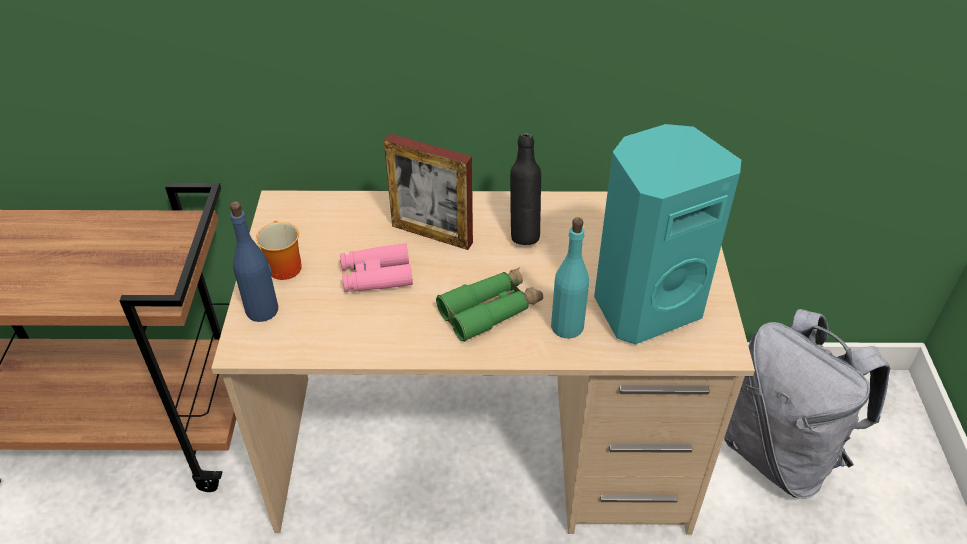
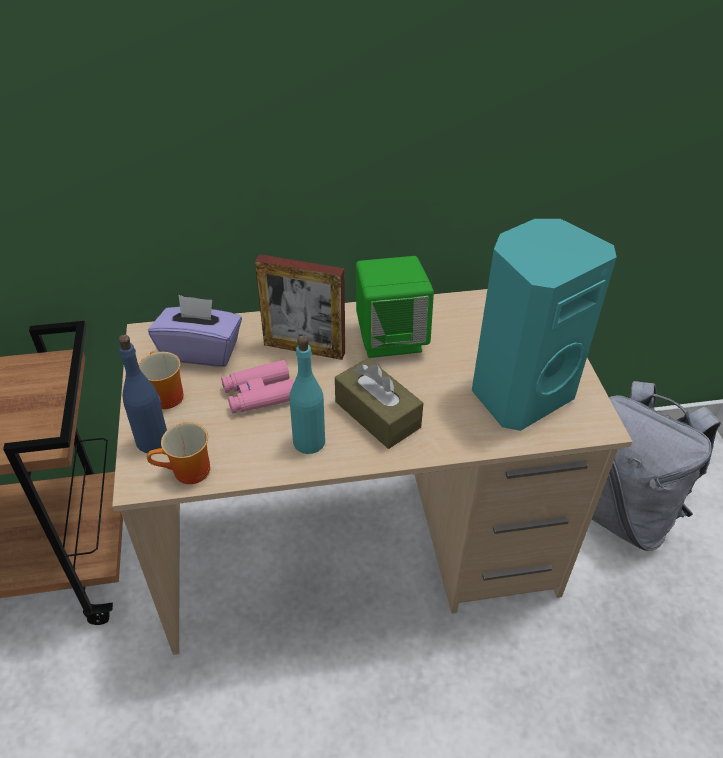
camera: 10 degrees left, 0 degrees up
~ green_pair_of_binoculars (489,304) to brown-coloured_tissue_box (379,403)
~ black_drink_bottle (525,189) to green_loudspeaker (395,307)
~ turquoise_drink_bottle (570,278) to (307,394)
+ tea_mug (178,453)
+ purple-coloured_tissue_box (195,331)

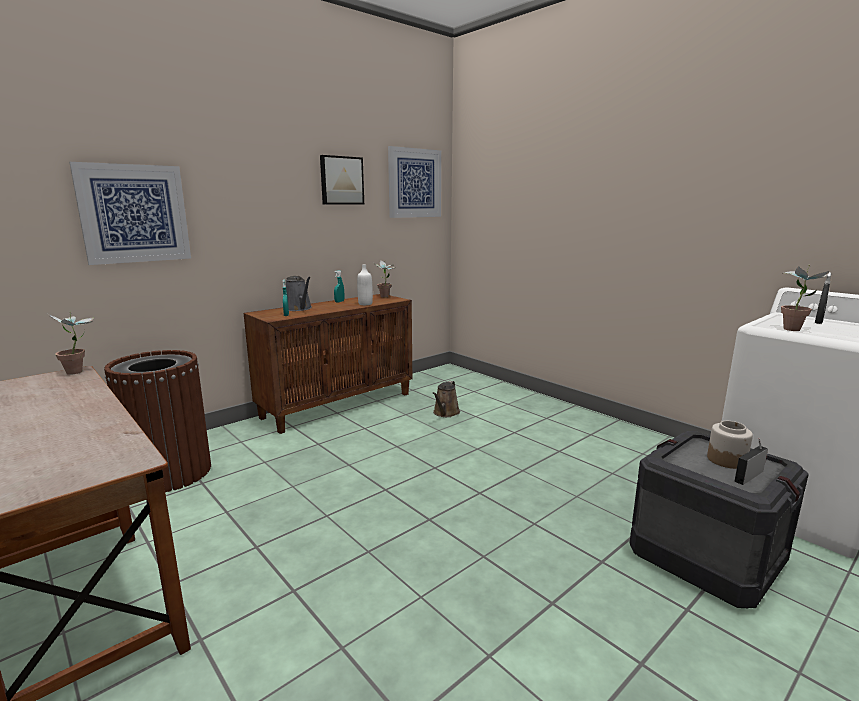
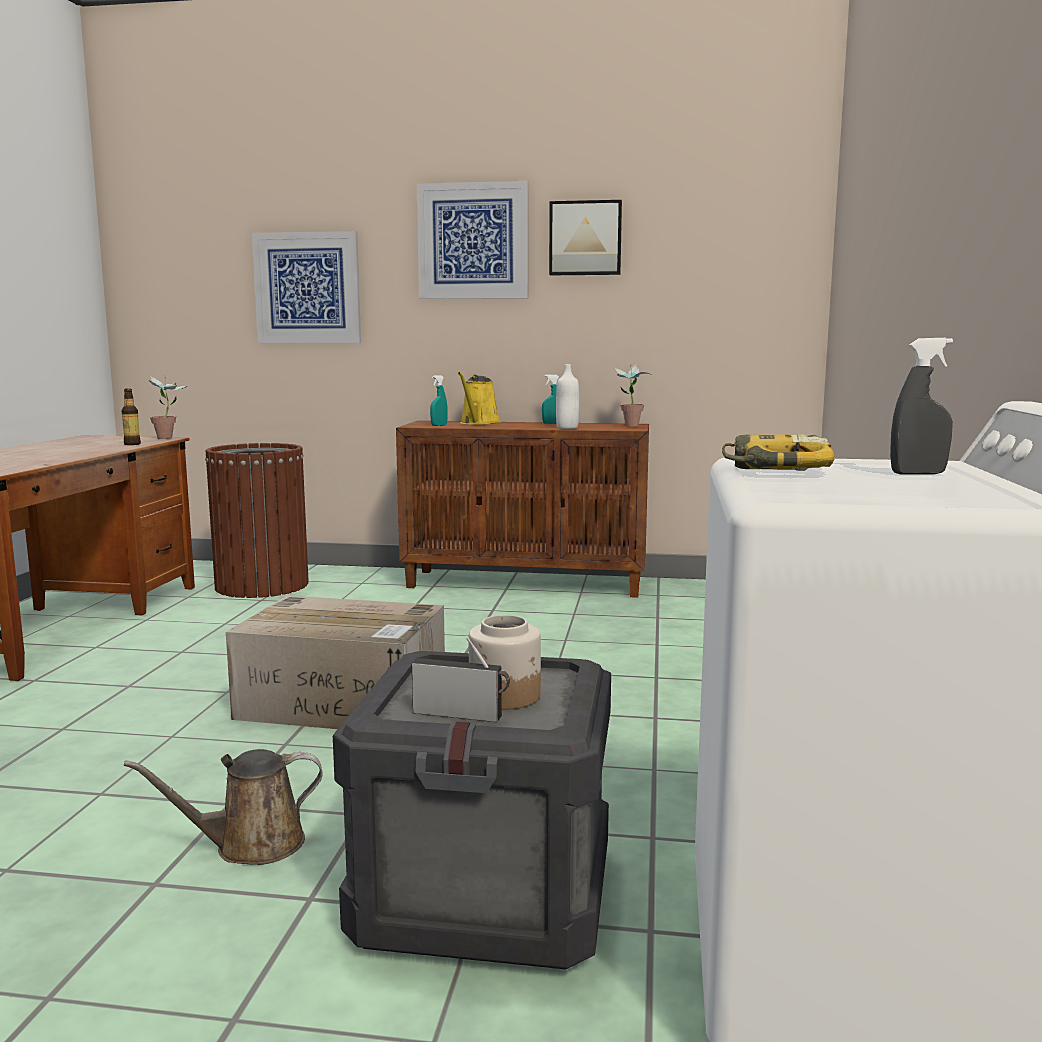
camera: 50 degrees right, 5 degrees down
~ gray_watering_can (299,293) to yellow-coloured_watering_can (479,398)
~ picture (414,182) to (472,240)
~ brown-coloured_watering_can (446,399) to (223,807)
~ plant_in_a_pot (805,298) to electric_drill (778,452)
+ drink_bottle (131,416)
+ carton (335,662)

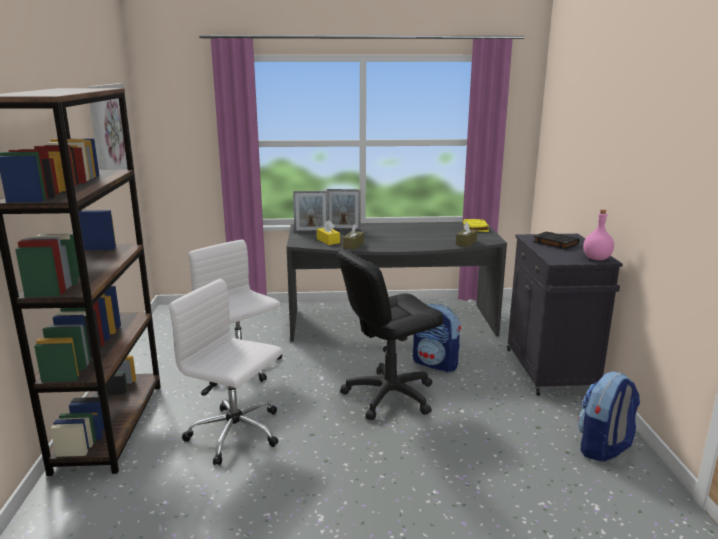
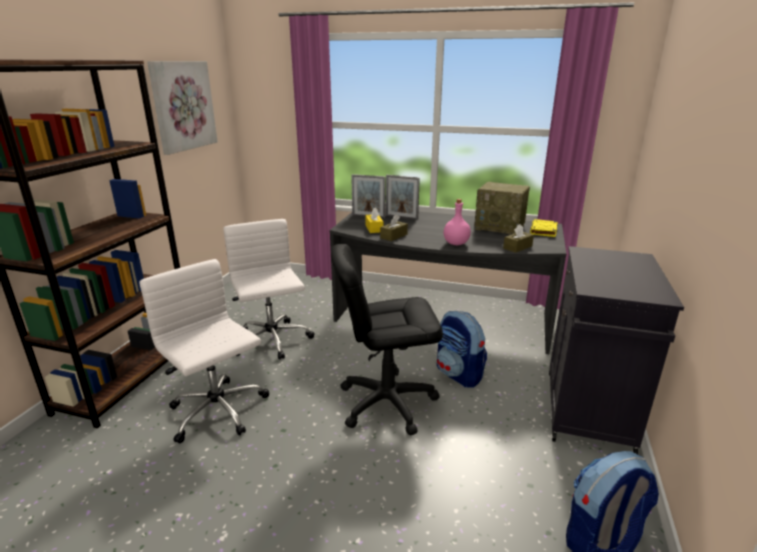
camera: 20 degrees right, 5 degrees up
- black_volume (556,241)
~ pink-coloured_drink_bottle (598,234) to (457,222)
+ radio (502,208)

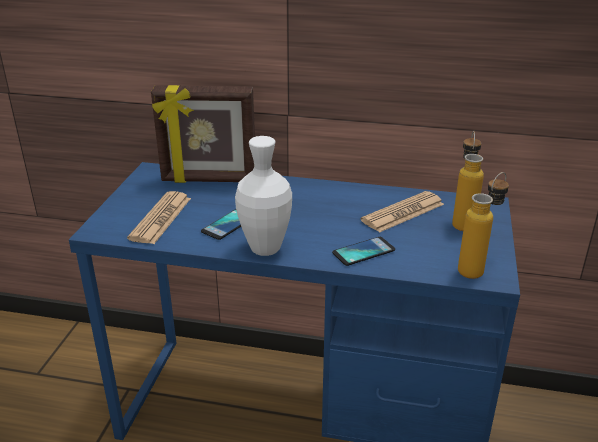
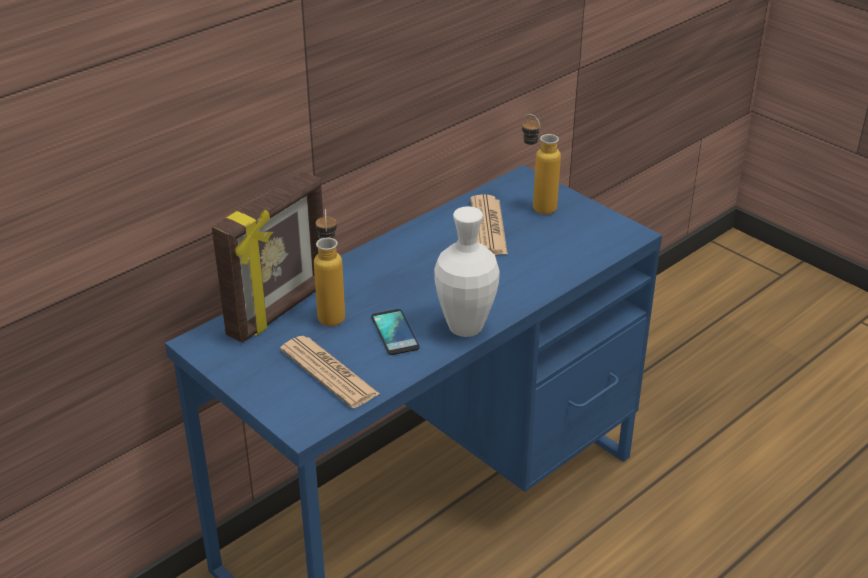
camera: 55 degrees left, 5 degrees up
- phone (363,251)
~ drink_bottle (483,225) to (329,267)

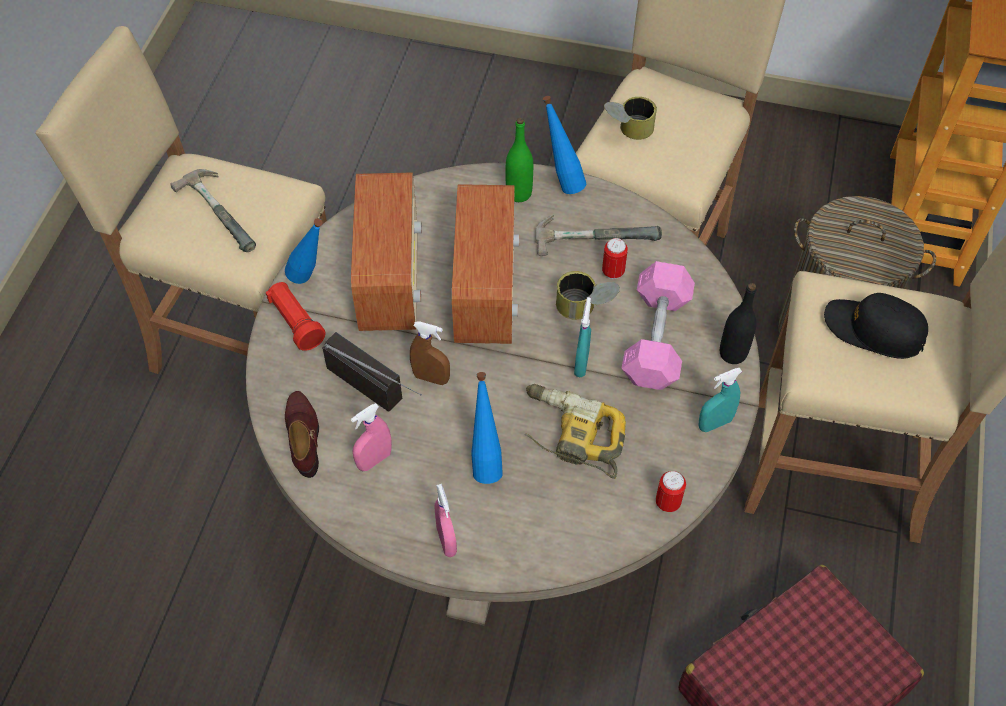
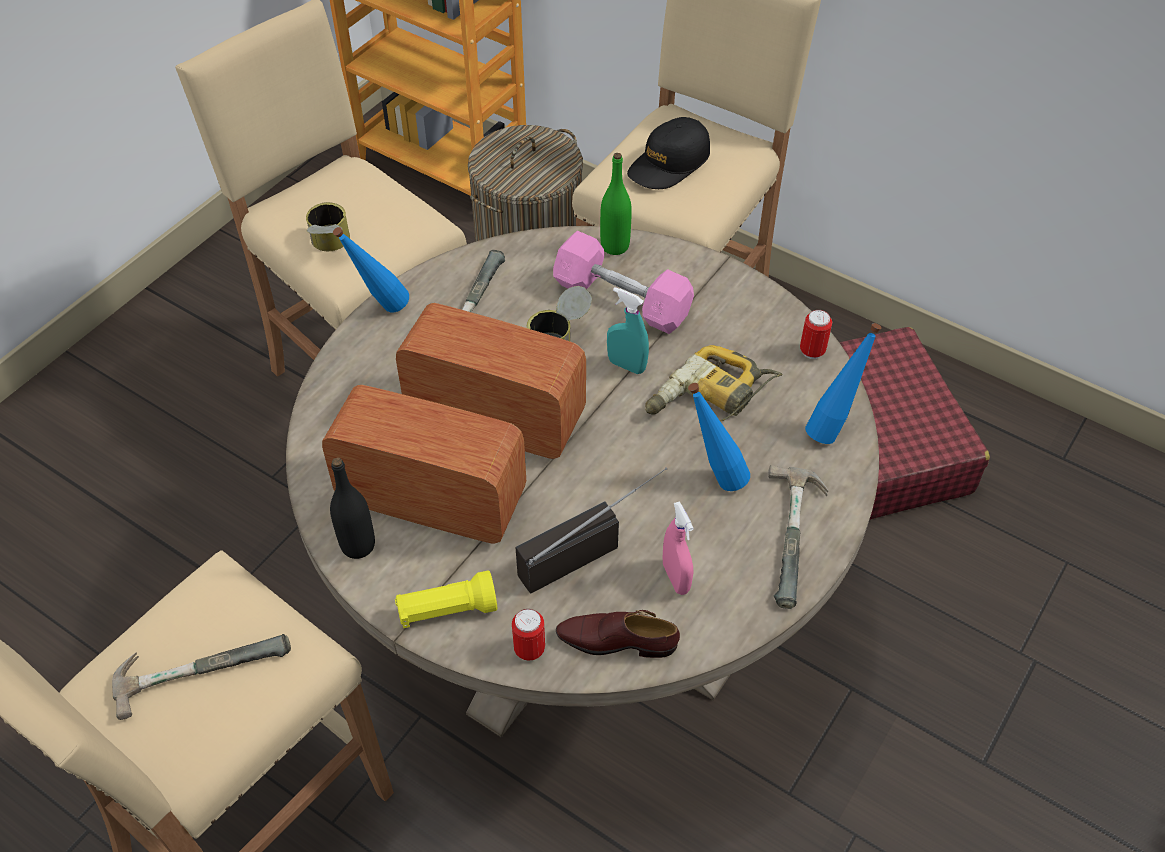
camera: 70 degrees left, 5 degrees down
~ reddish_hand_torch (296,316) to yellow-coloured_hand_torch (446,599)
~ bluish_drink_bottle (304,251) to (843,383)
- brown-coloured_sprayer (430,353)
~ pink-coloured_sprayer (446,520) to tool_hammer (798,537)
~ green_drink_bottle (519,160) to (616,204)
~ metal_can (615,258) to (528,635)
- turquoise_sprayer (720,400)
~ black_drink_bottle (738,323) to (352,508)

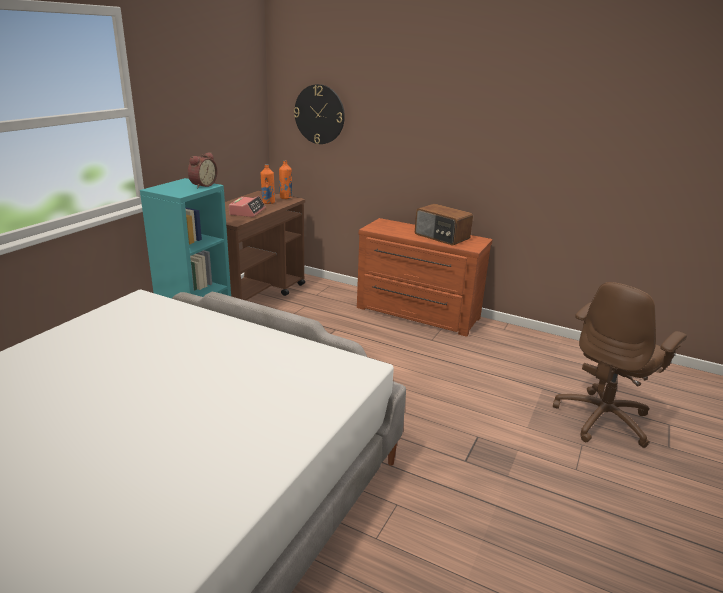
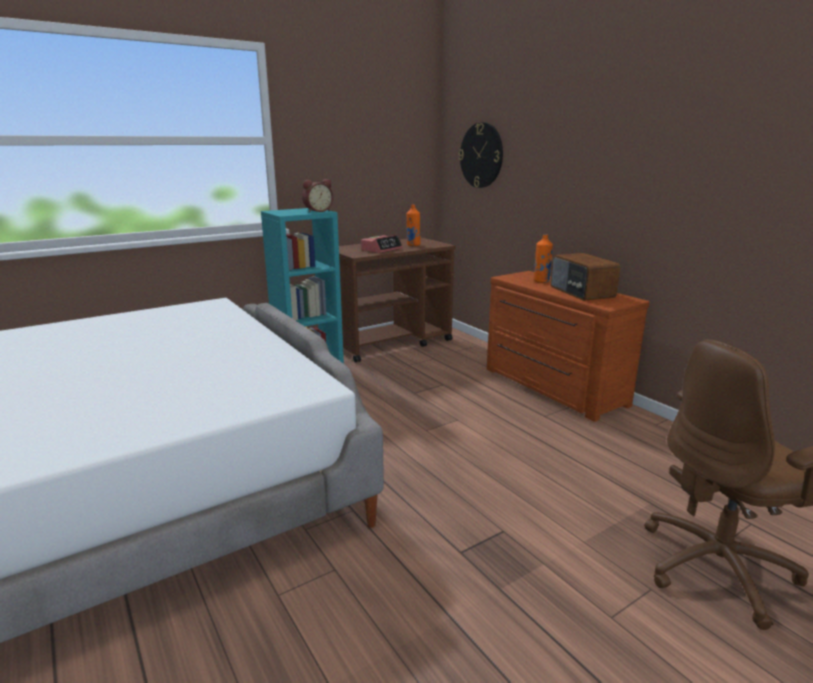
camera: 30 degrees right, 5 degrees down
~ orange-coloured_drink_bottle (285,180) to (543,258)

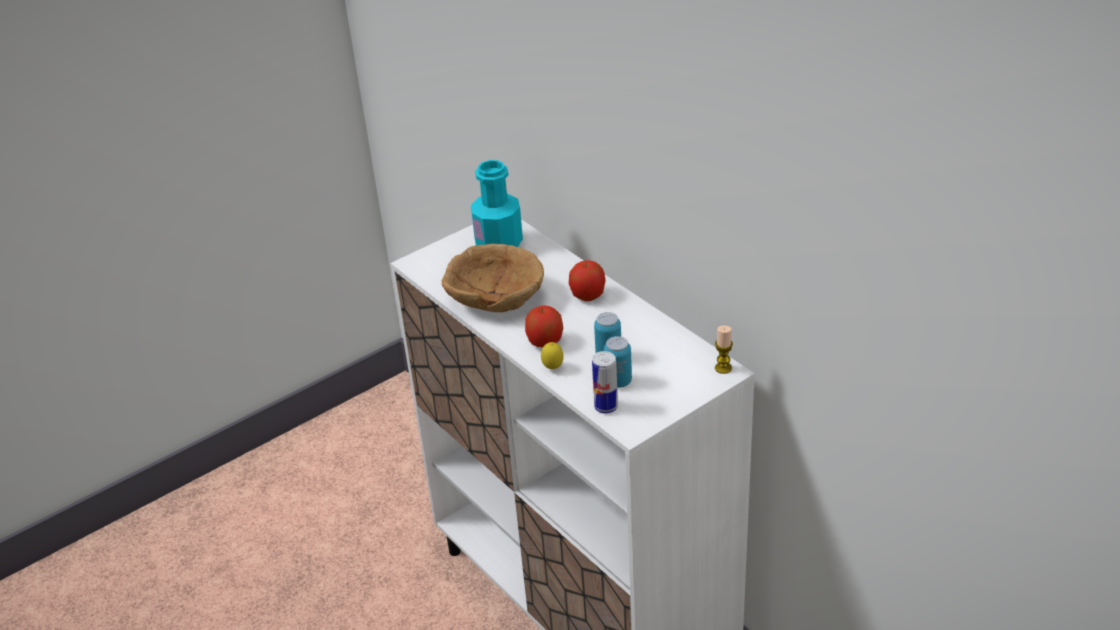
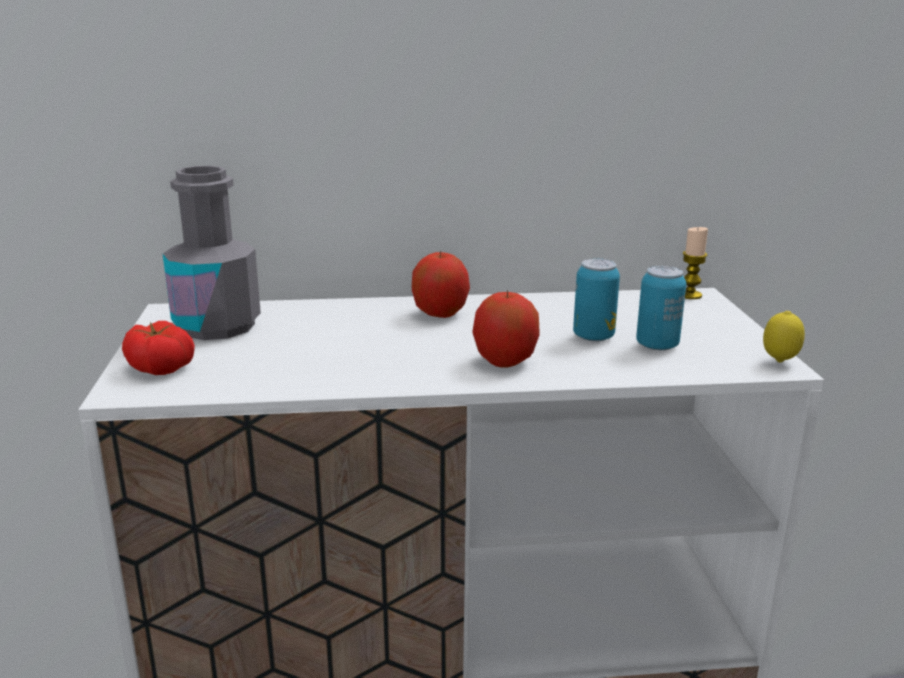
camera: 60 degrees left, 15 degrees down
- brown-coloured_bowl (493,278)
~ turquoise_drink_bottle (497,203) to gray_drink_bottle (212,253)
~ citrus_fruit (552,355) to (784,337)
- metal_can (605,382)
+ whole_tomato (158,348)

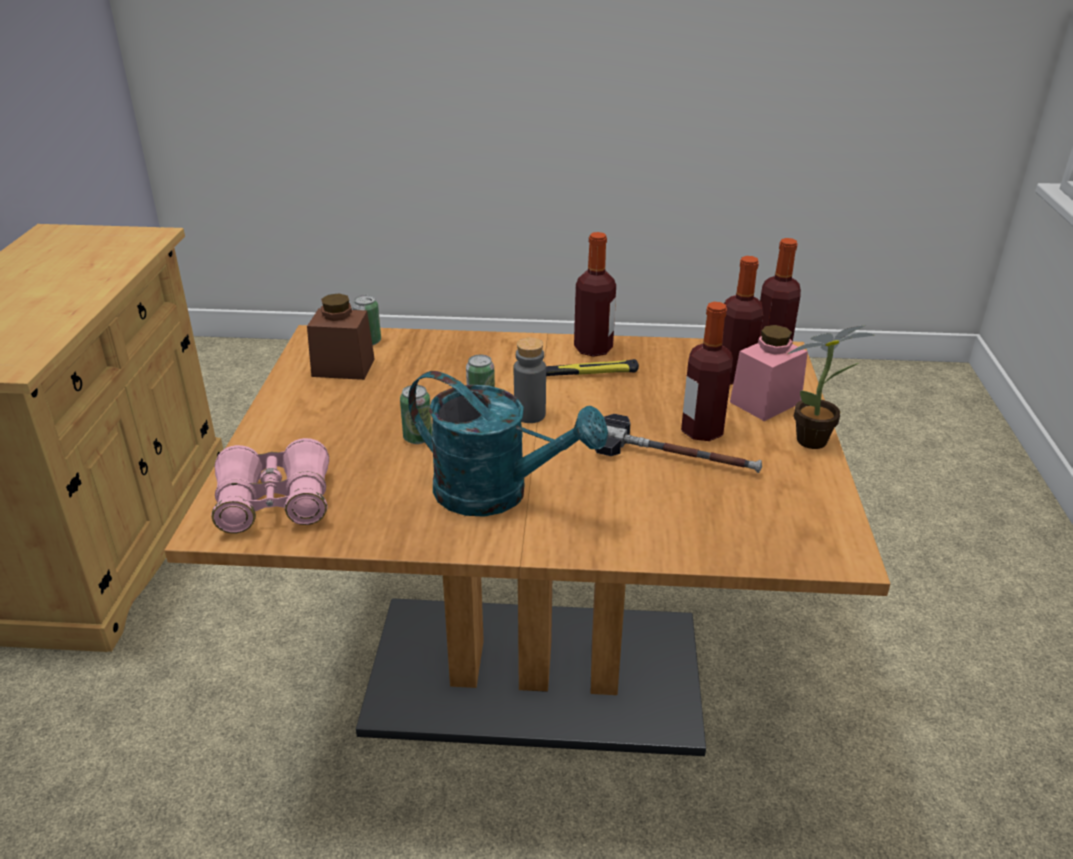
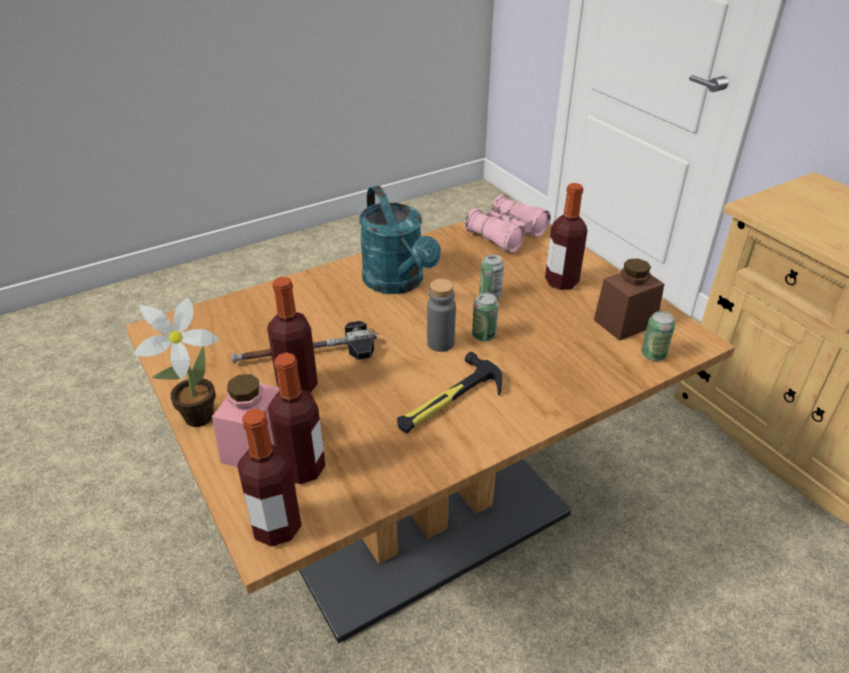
camera: 145 degrees right, 5 degrees up
~ turquoise_watering_can (508,444) = (400,240) 105 degrees counterclockwise
~ drink_bottle (595,294) to (566,236)

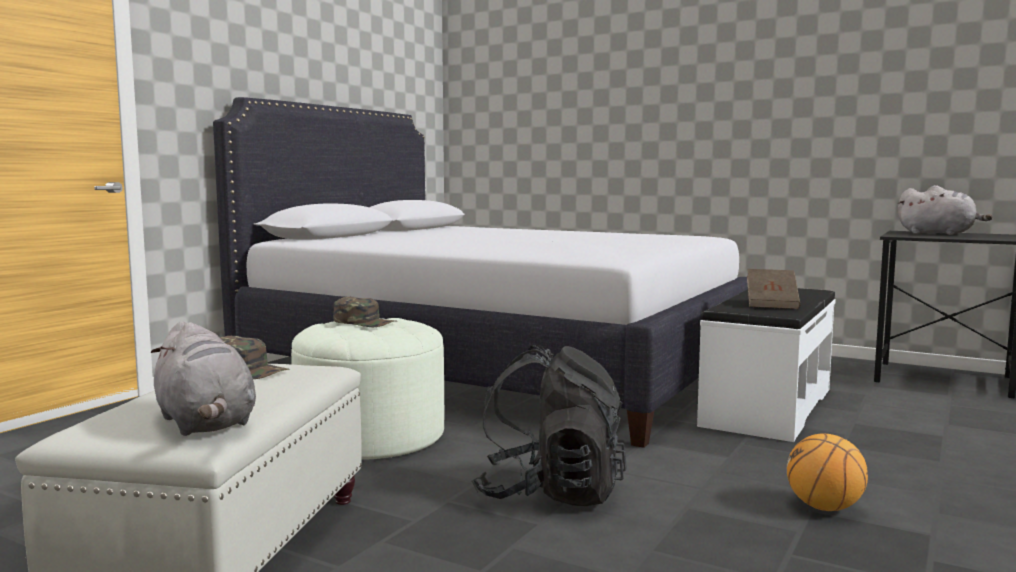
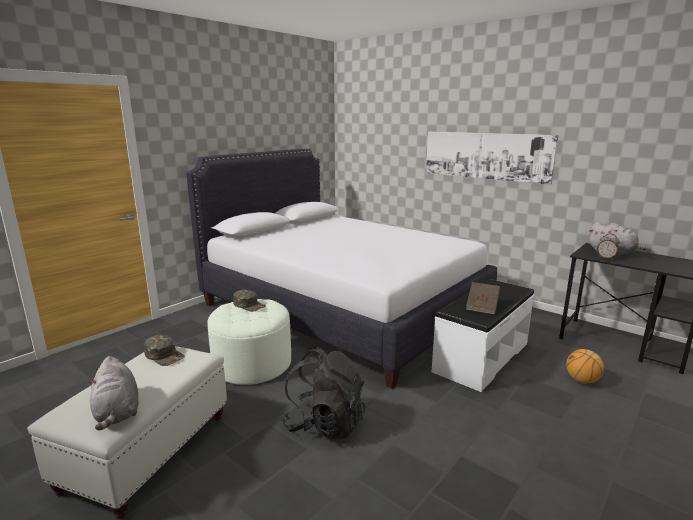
camera: 10 degrees right, 10 degrees up
~ basketball (827,472) to (585,366)
+ picture (492,158)
+ alarm_clock (608,247)

